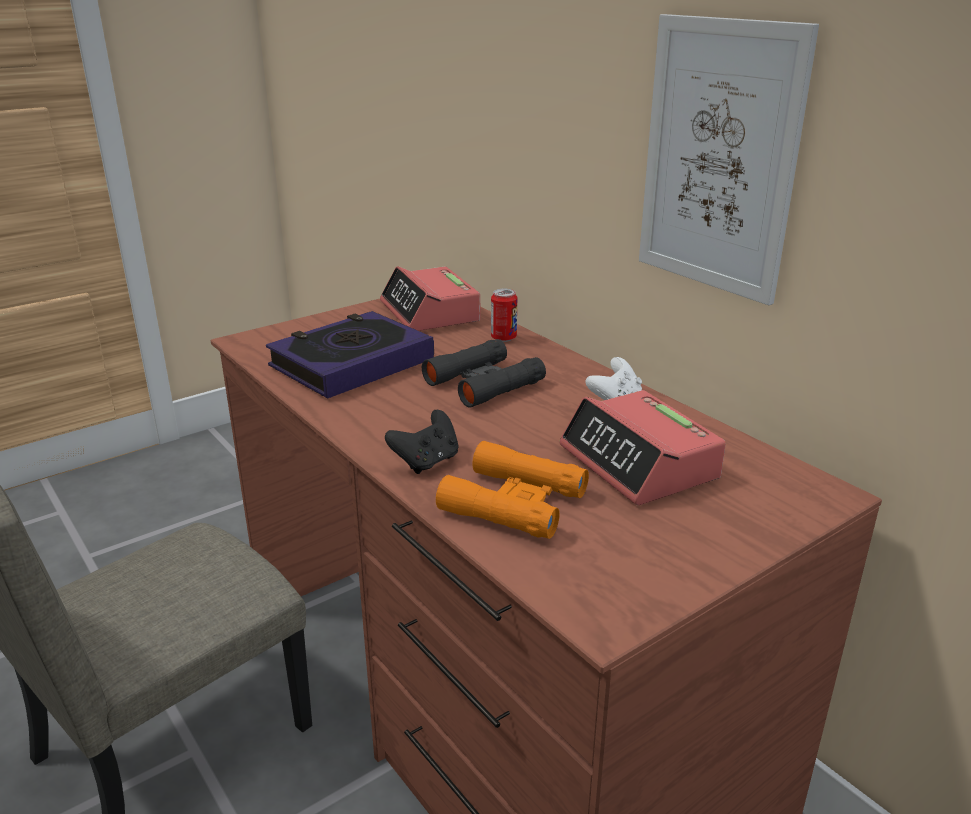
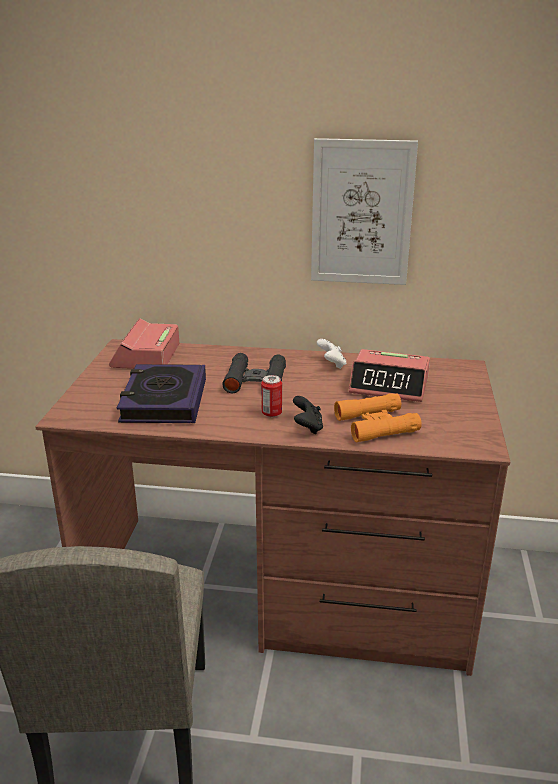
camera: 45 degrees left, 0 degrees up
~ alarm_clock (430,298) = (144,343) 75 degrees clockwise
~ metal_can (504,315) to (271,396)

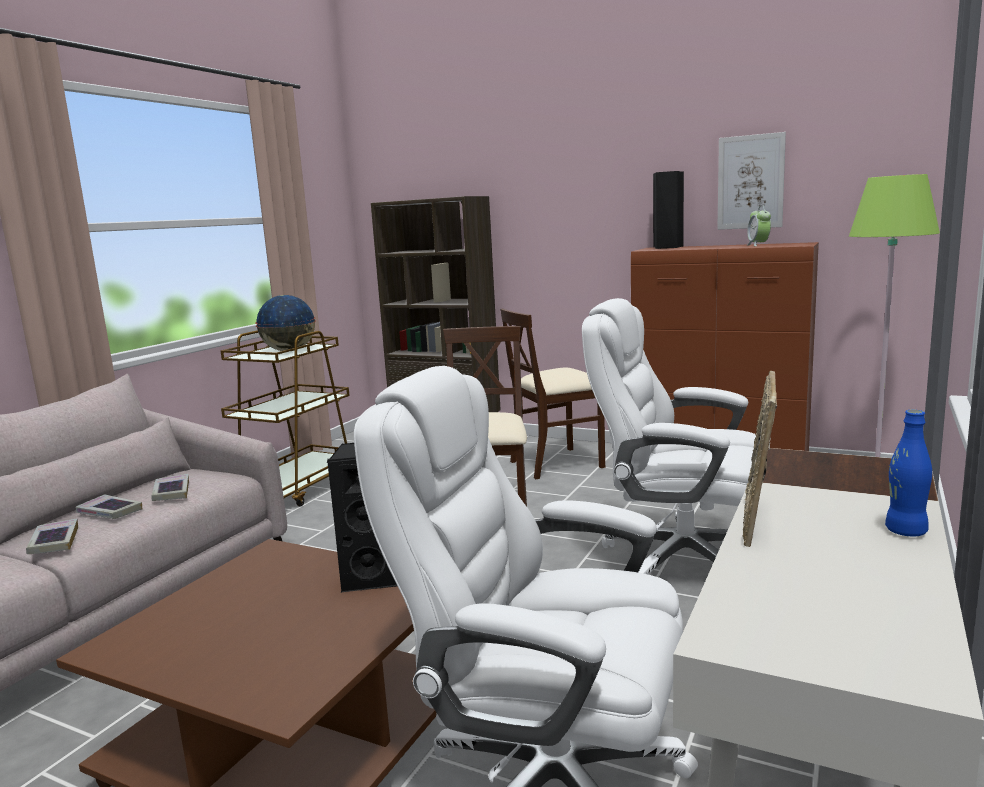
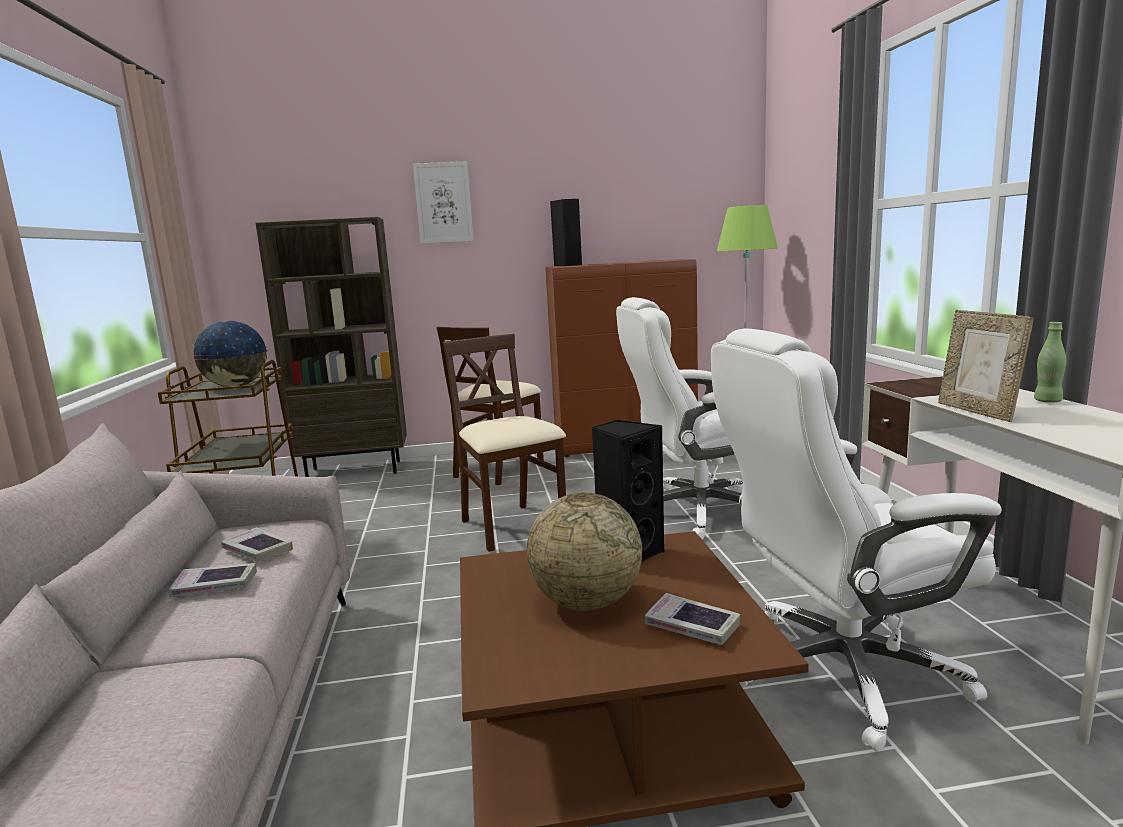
camera: 35 degrees left, 0 degrees up
~ volume (52,536) to (693,619)
~ picture (751,181) to (443,202)
- alarm_clock (759,225)
~ bluish_drink_bottle (908,473) to green_drink_bottle (1050,362)
+ globe (584,551)

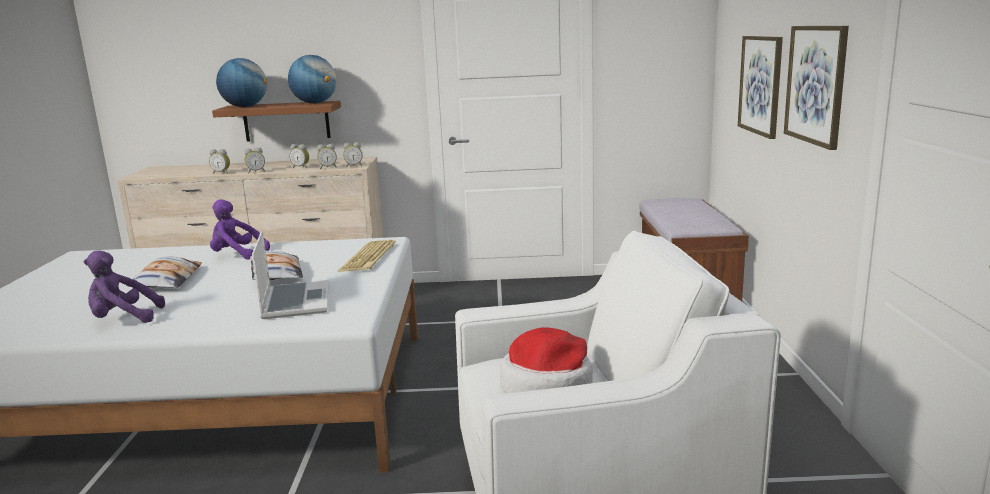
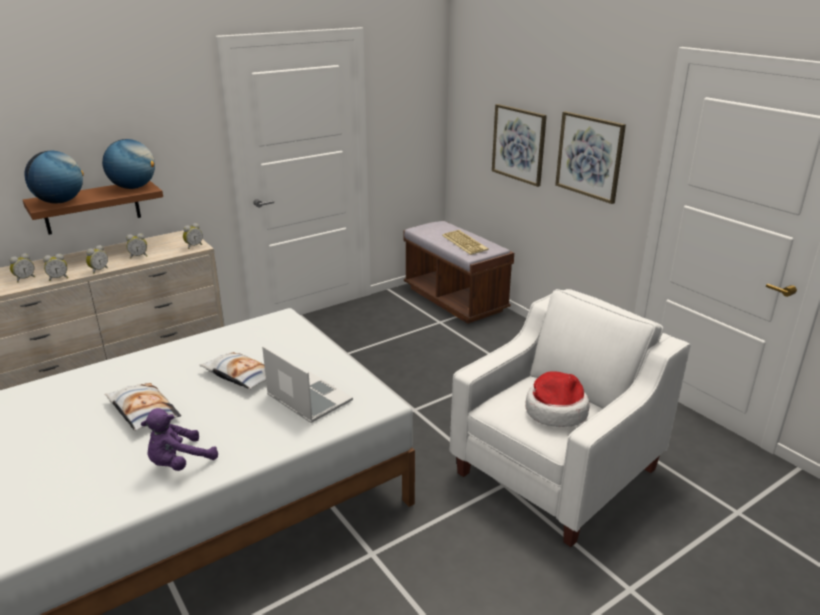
camera: 35 degrees left, 10 degrees up
- purple-coloured_plush_toy (240,229)
~ alarm_clock (327,156) to (22,267)
~ computer_keyboard (367,256) to (465,242)

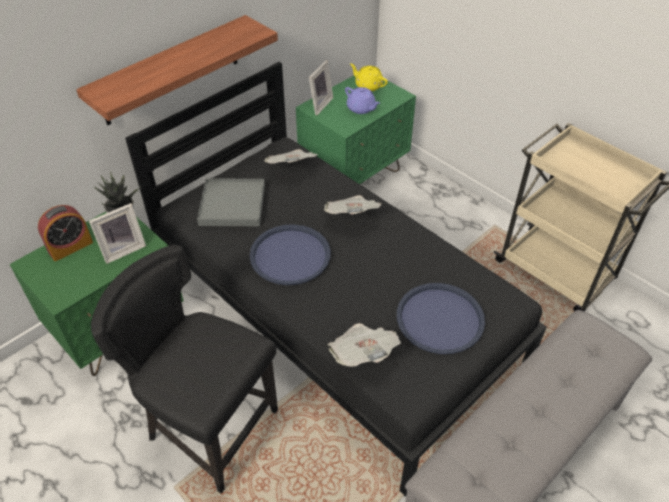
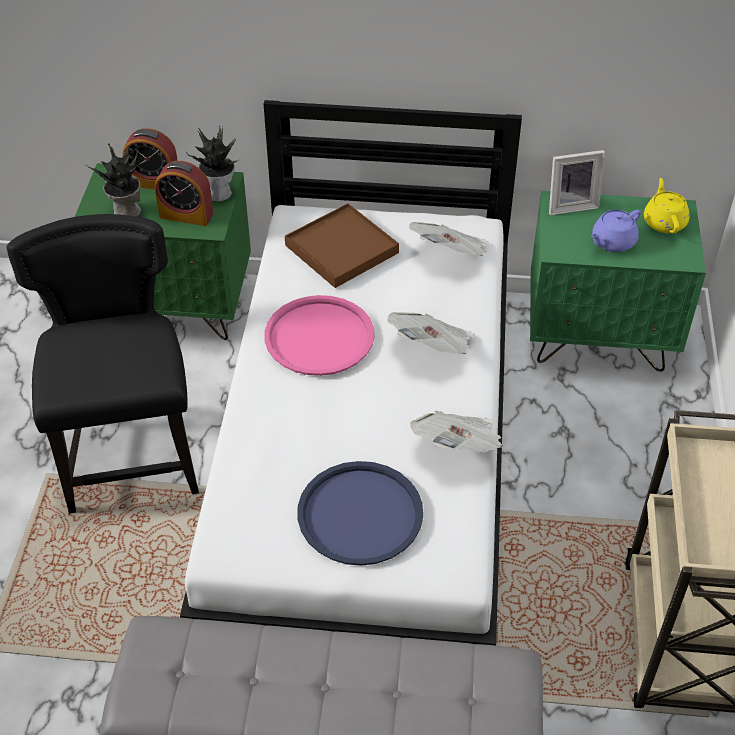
camera: 50 degrees right, 0 degrees up
- bracket_shelf (177,70)
~ standing_frame (117,233) to alarm_clock (184,193)
~ black_sleeping_bed (335,279) to whitish_sleeping_bed (351,372)
~ gray_tray (231,202) to brown-coloured_tray (342,245)
~ bluish_tray (290,254) to pink-coloured_tray (319,335)
~ printed_paper (364,345) to (456,432)
~ purple-coloured_pot_for_tea (362,100) = (616,231) 45 degrees clockwise
+ plant_in_a_pot (113,180)

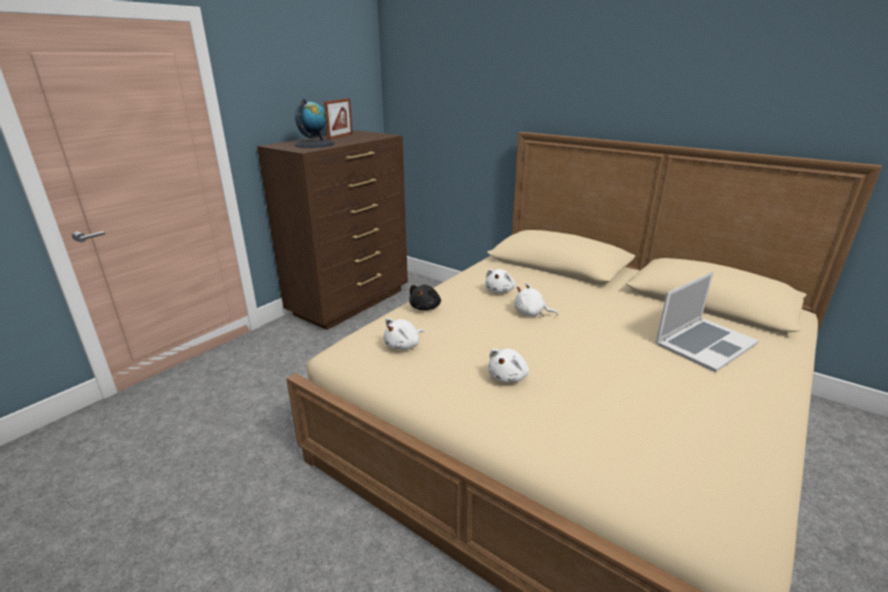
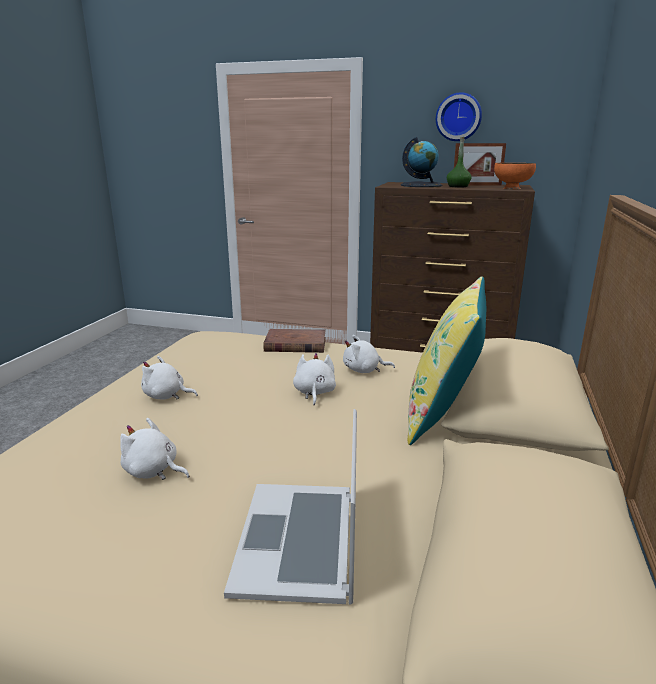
camera: 70 degrees right, 5 degrees down
~ whitish_plush_toy (403,334) to (155,449)
~ black_plush_toy (425,297) to brown-coloured_volume (294,341)
~ notebook_computer (707,322) = (290,506) 60 degrees clockwise
+ yellow-coloured_throw_pillow (447,360)
+ clock_on_the_wall (459,116)
+ green_drink_bottle (459,162)
+ orange-coloured_bowl (515,176)

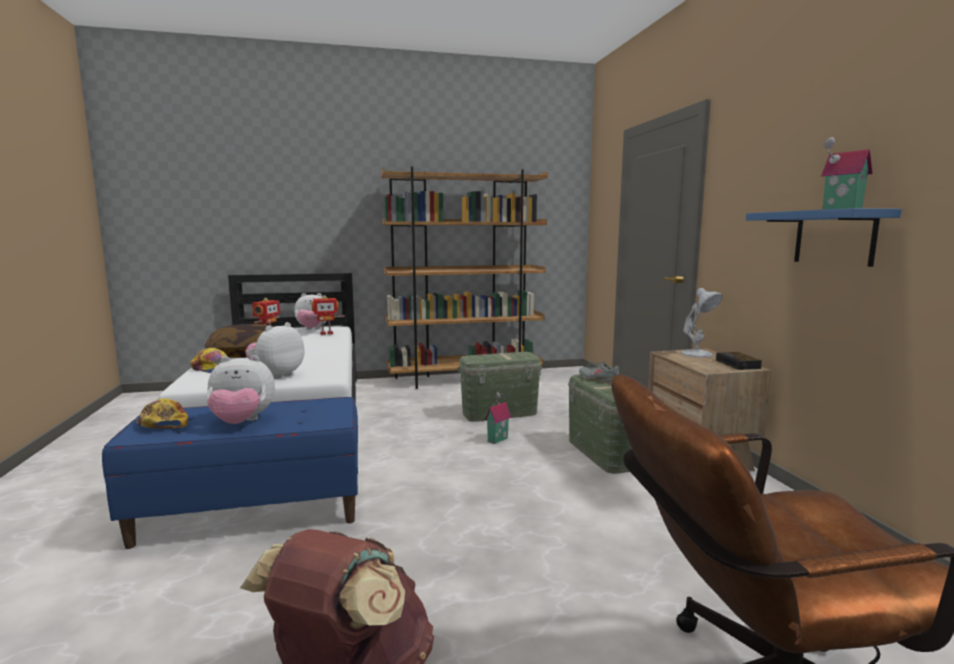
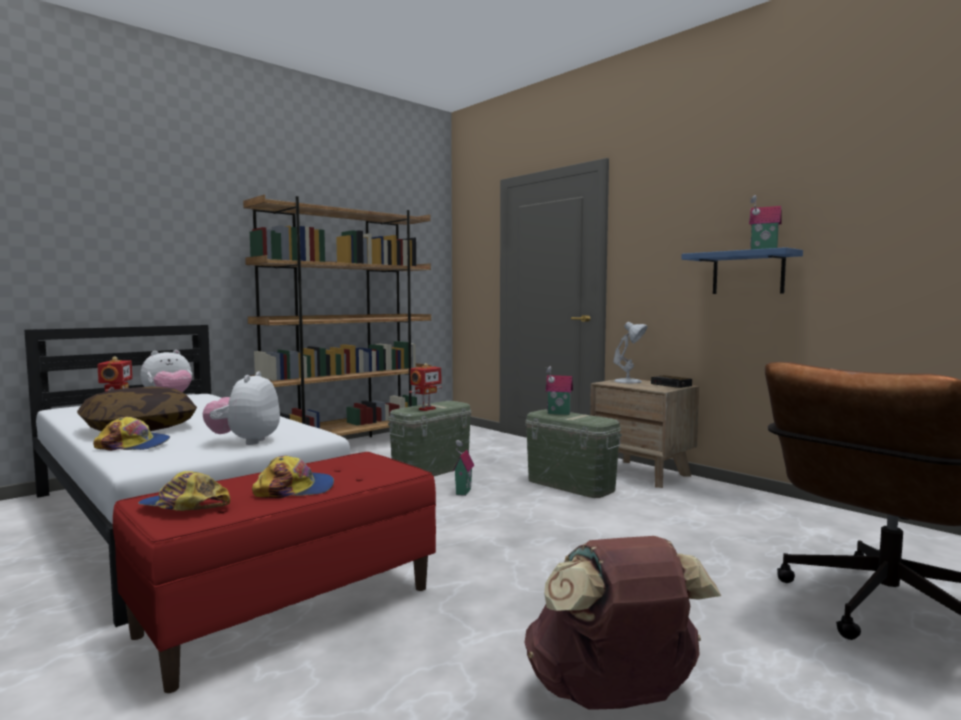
camera: 30 degrees left, 5 degrees down
~ bluish_long_seat (230,473) to reddish_long_seat (274,572)
~ plush_toy (240,389) to baseball_cap (293,476)
~ robot_figure (325,315) to (425,387)
~ gray_item_of_footwear (599,373) to model_house (559,390)

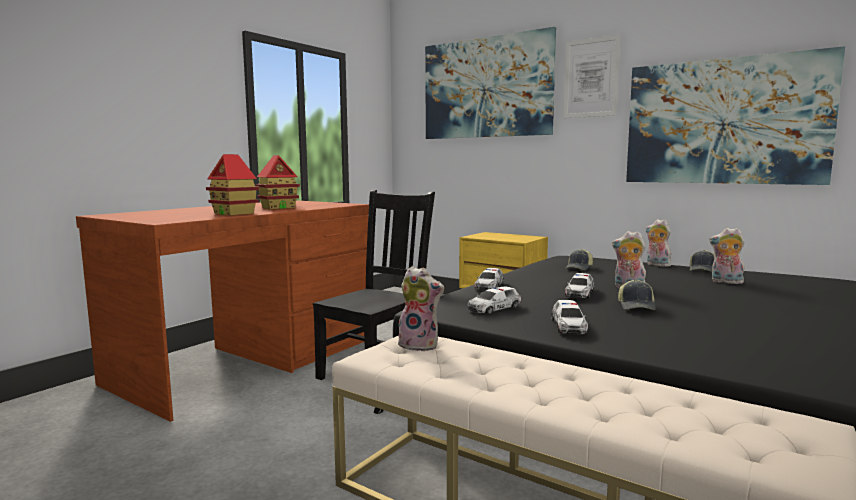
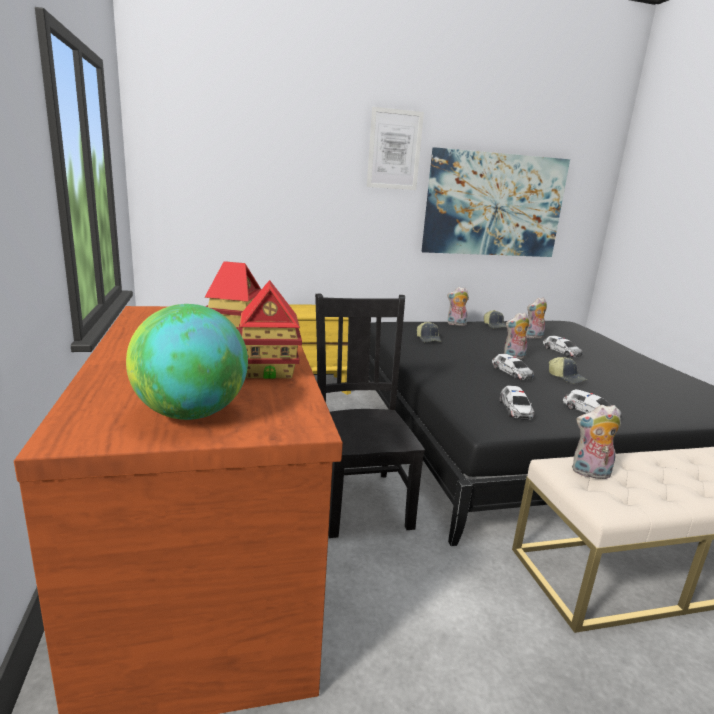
camera: 50 degrees left, 10 degrees up
~ plush_toy (420,308) = (596,442) 150 degrees counterclockwise
- picture (490,83)
~ model_car (489,279) to (563,346)
+ globe (187,362)

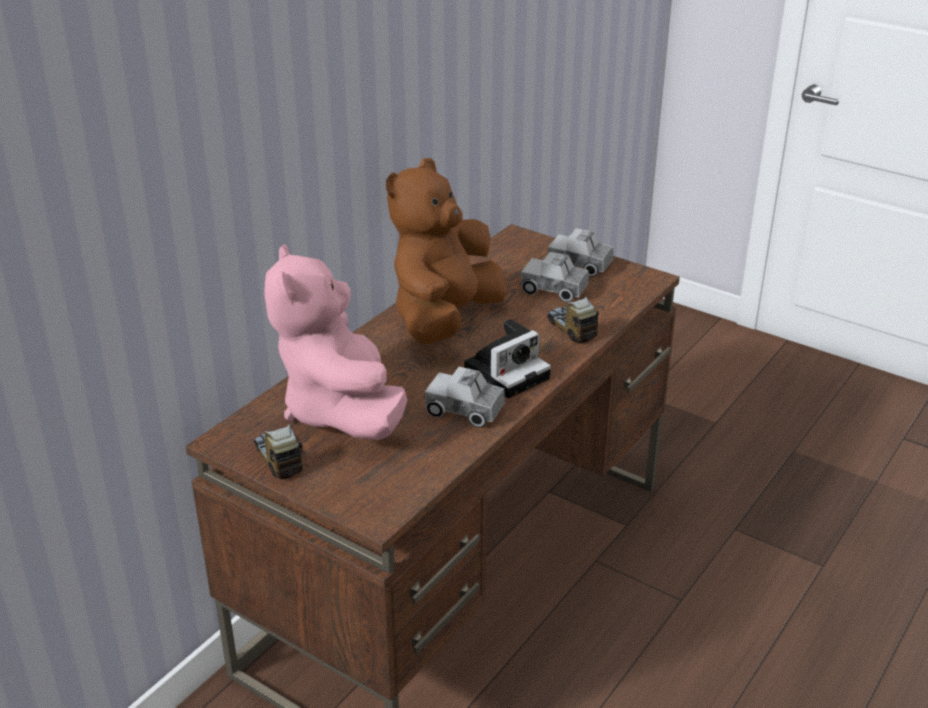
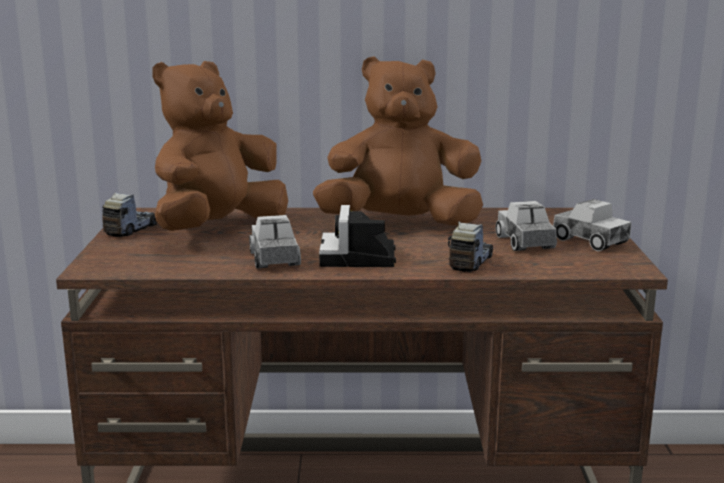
camera: 55 degrees right, 15 degrees down
~ pink-coloured_plush_toy (335,342) to brown-coloured_plush_toy (220,146)
~ still_camera (507,359) = (357,236) 75 degrees clockwise
~ toy_truck (580,252) = (592,225) 150 degrees clockwise

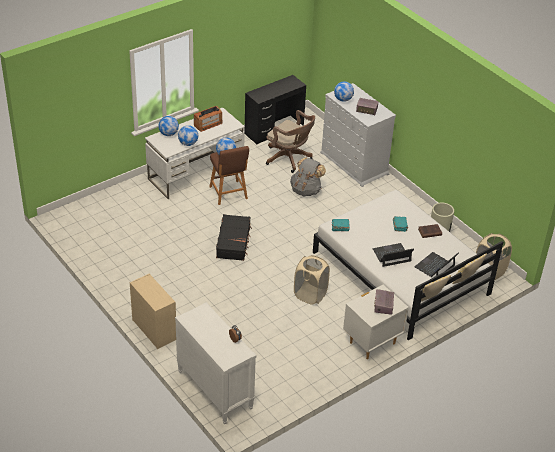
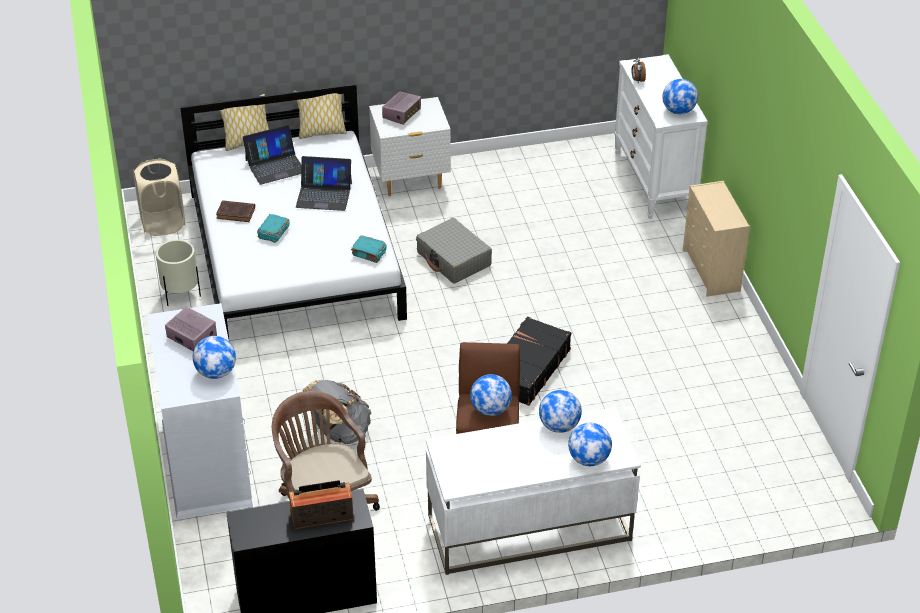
camera: 155 degrees left, 0 degrees up
~ radio (208,119) to (321,504)
~ beige-coloured_hamper (312,280) to gray_suitcase (454,251)
+ globe (680,96)

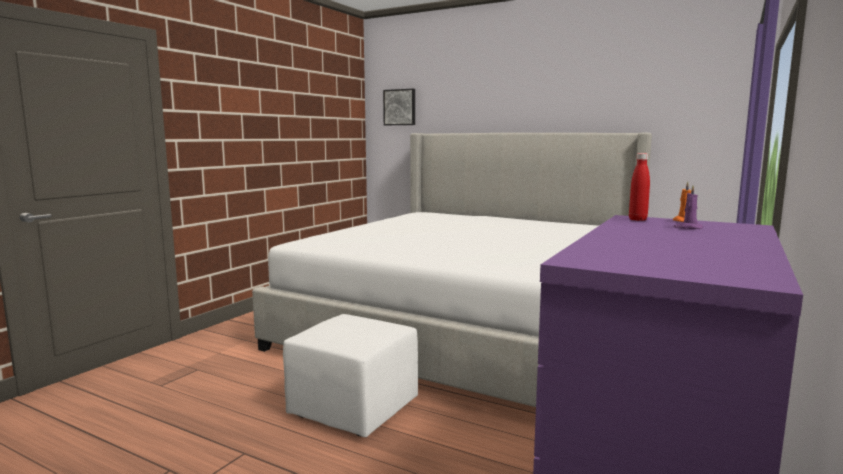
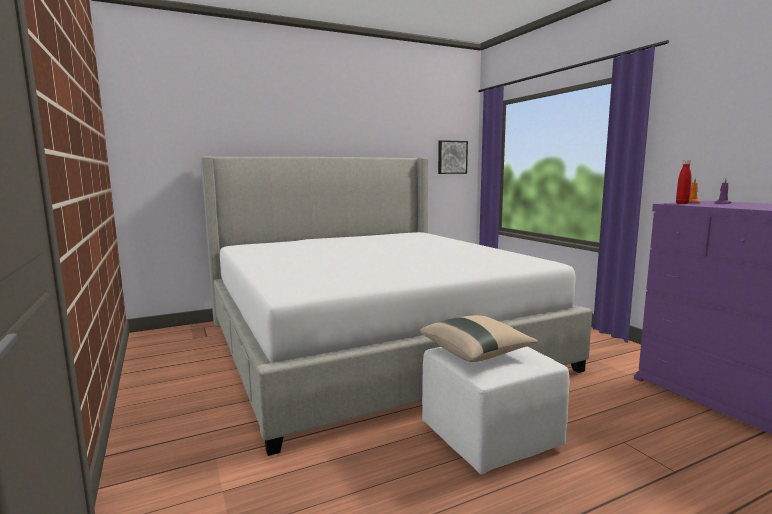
camera: 55 degrees left, 0 degrees up
~ picture (399,107) to (453,157)
+ beige-coloured_throw_pillow (479,338)

